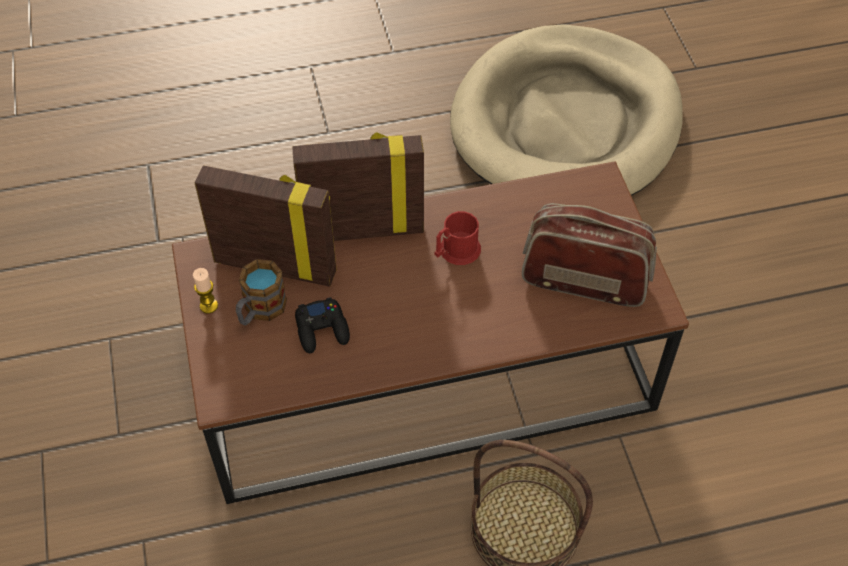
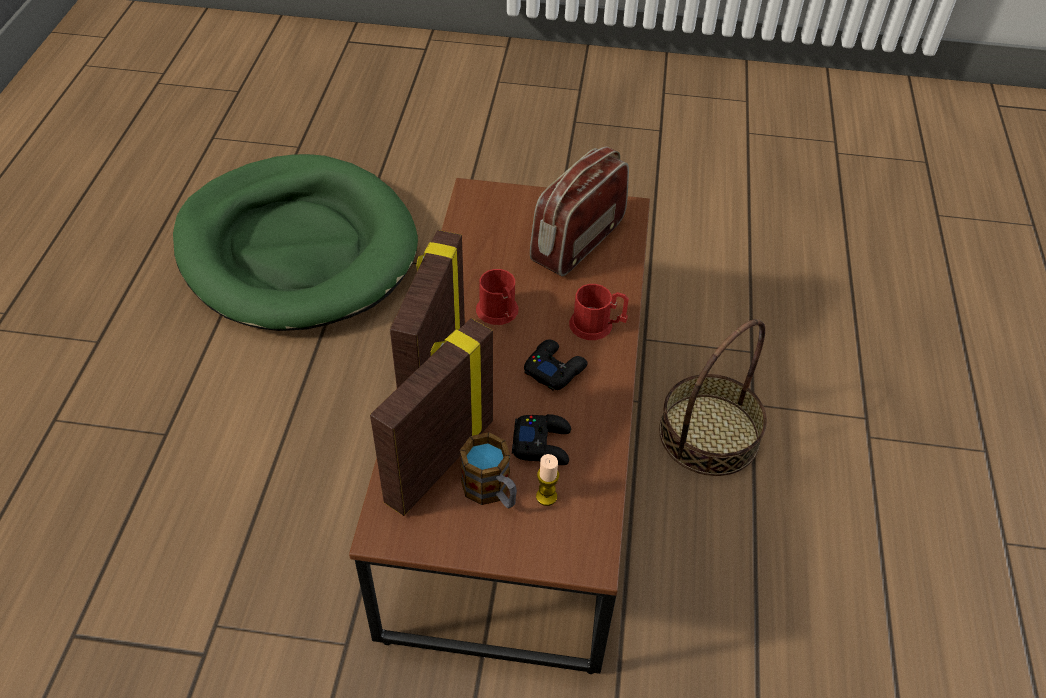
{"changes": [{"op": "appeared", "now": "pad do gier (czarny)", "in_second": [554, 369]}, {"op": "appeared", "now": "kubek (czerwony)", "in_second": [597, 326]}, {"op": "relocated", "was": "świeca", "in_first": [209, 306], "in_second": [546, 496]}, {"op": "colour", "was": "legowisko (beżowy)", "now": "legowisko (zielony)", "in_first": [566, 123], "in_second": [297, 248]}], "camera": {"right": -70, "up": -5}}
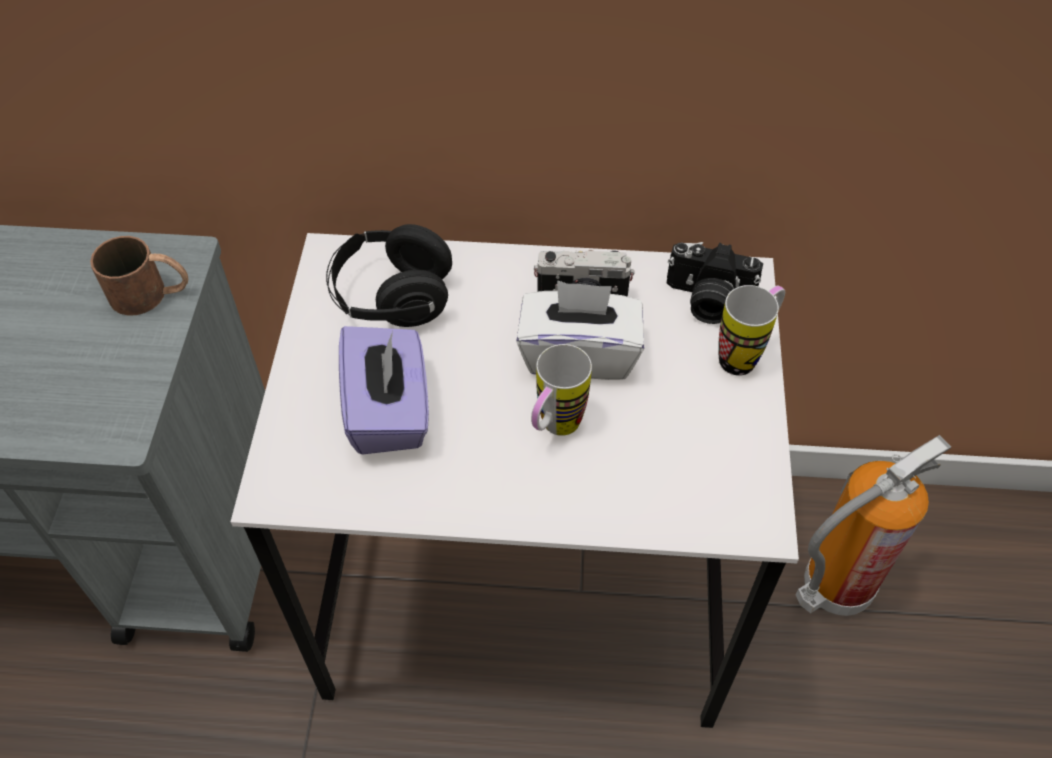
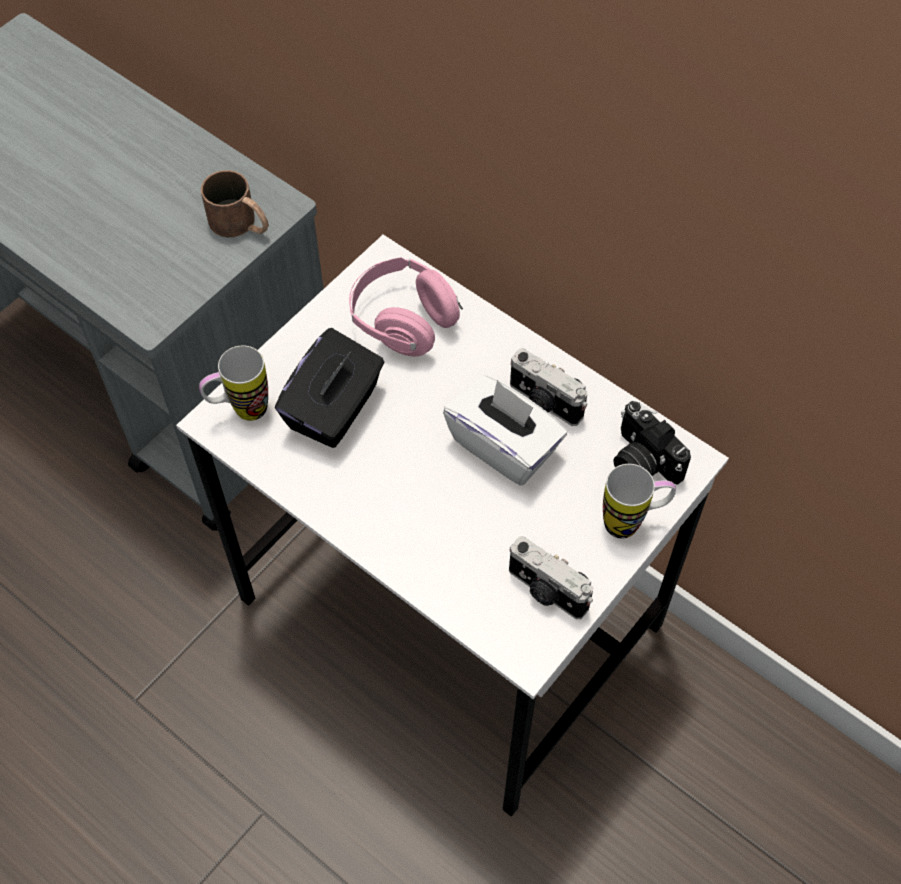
{"changes": [{"op": "missing", "was": "gaśnica", "in_first": [833, 589]}, {"op": "appeared", "now": "aparat fotograficzny", "in_second": [546, 591]}, {"op": "relocated", "was": "kubek", "in_first": [554, 429], "in_second": [240, 411]}, {"op": "colour", "was": "słuchawki (czarny)", "now": "słuchawki (różowy)", "in_first": [392, 298], "in_second": [403, 322]}, {"op": "colour", "was": "pudełko chusteczek (fioletowy)", "now": "pudełko chusteczek (czarny)", "in_first": [389, 411], "in_second": [334, 409]}], "camera": {"right": 35, "up": 5}}
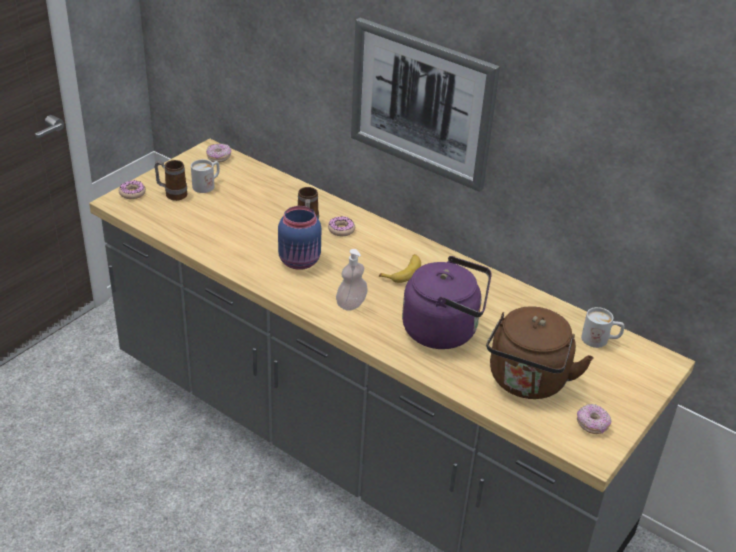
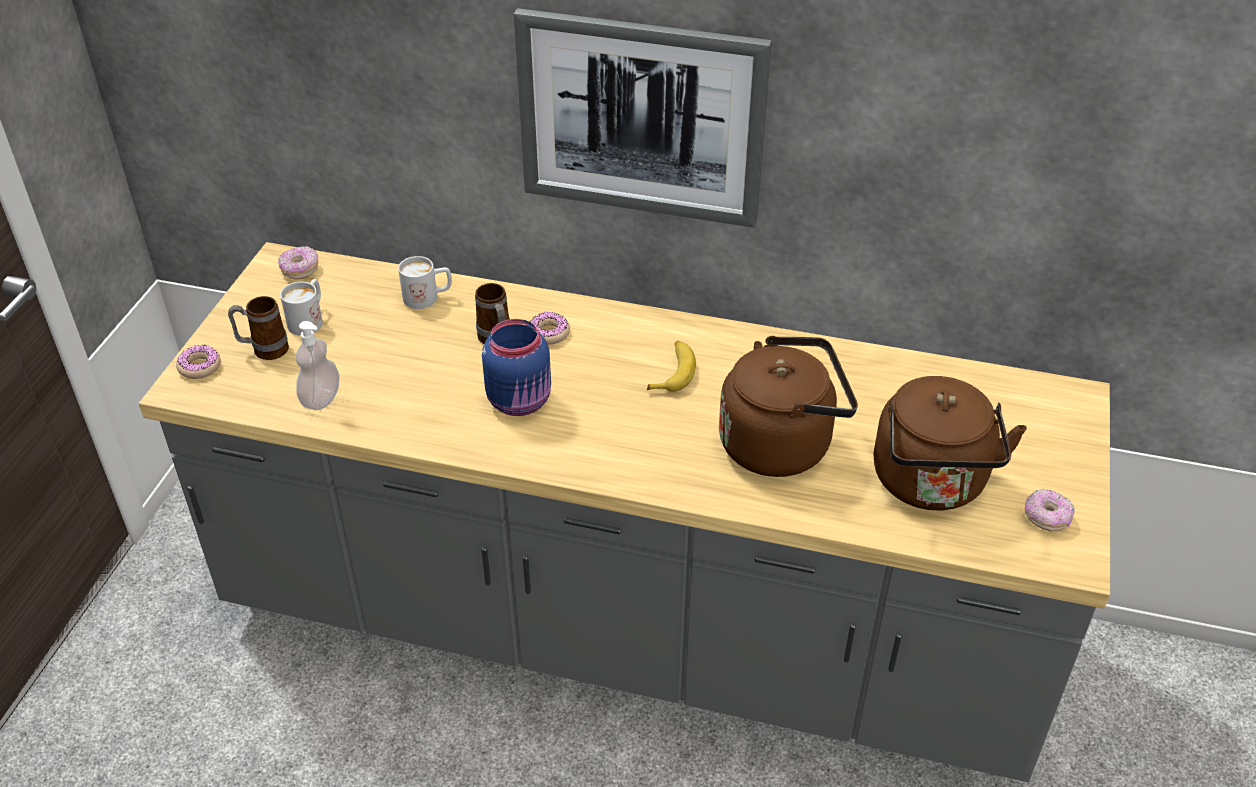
{"changes": [{"op": "relocated", "was": "dozownik mydła", "in_first": [351, 304], "in_second": [321, 399]}, {"op": "relocated", "was": "kubek (biały)", "in_first": [600, 340], "in_second": [428, 297]}, {"op": "colour", "was": "czajnik (fioletowy)", "now": "czajnik (brązowy)", "in_first": [444, 331], "in_second": [781, 444]}], "camera": {"right": -20, "up": 5}}
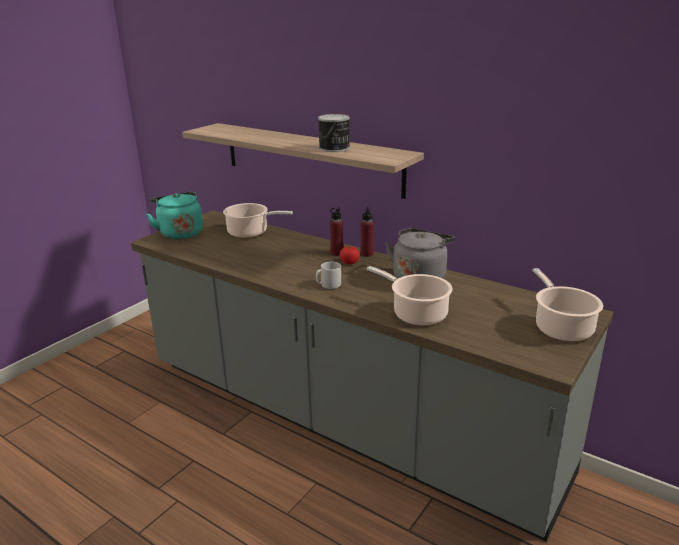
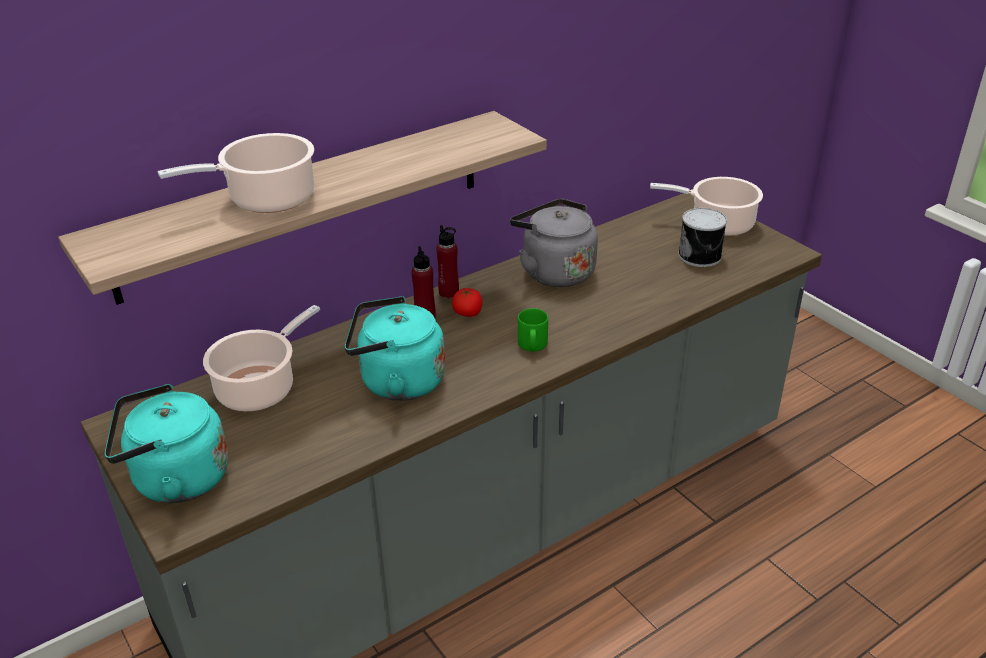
{"changes": [{"op": "appeared", "now": "czajnik (turkusowy)", "in_second": [397, 382]}, {"op": "relocated", "was": "puszka", "in_first": [334, 148], "in_second": [701, 255]}, {"op": "relocated", "was": "garnek", "in_first": [416, 313], "in_second": [266, 199]}, {"op": "colour", "was": "kubek (szary)", "now": "kubek (zielony)", "in_first": [328, 285], "in_second": [532, 345]}], "camera": {"right": -70, "up": 10}}
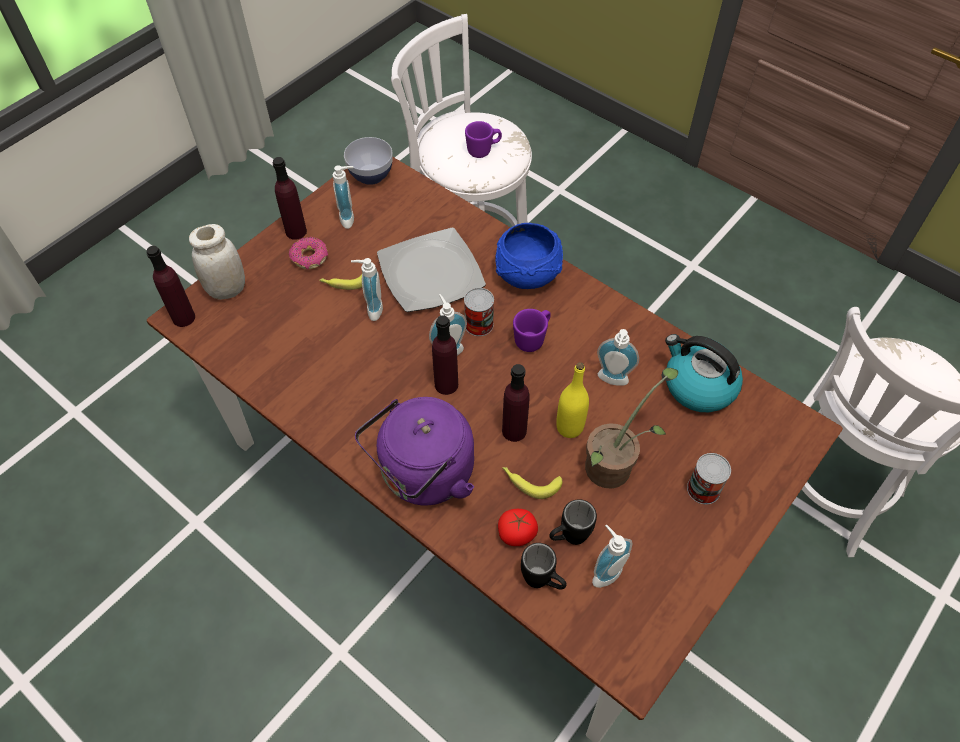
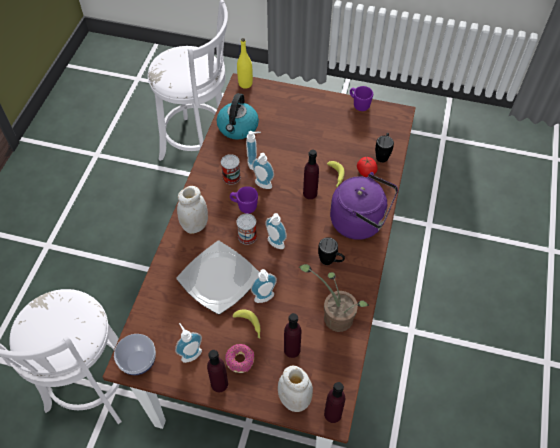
{"changes": [{"op": "relocated", "was": "butelka (fioletowy)", "in_first": [446, 384], "in_second": [292, 350]}, {"op": "relocated", "was": "kubek (fioletowy)", "in_first": [483, 150], "in_second": [359, 104]}, {"op": "relocated", "was": "kubek (czarny)", "in_first": [568, 538], "in_second": [330, 262]}, {"op": "relocated", "was": "butelka (żółty)", "in_first": [569, 427], "in_second": [245, 84]}, {"op": "relocated", "was": "roślina doniczkowa", "in_first": [614, 465], "in_second": [334, 315]}, {"op": "relocated", "was": "dozownik mydła", "in_first": [604, 571], "in_second": [262, 186]}, {"op": "relocated", "was": "puszka", "in_first": [703, 489], "in_second": [231, 177]}, {"op": "exchanged", "was": "miska (niebieski)", "now": "słoik (biały)", "in_first": [528, 274], "in_second": [195, 226]}], "camera": {"right": -115, "up": 0}}
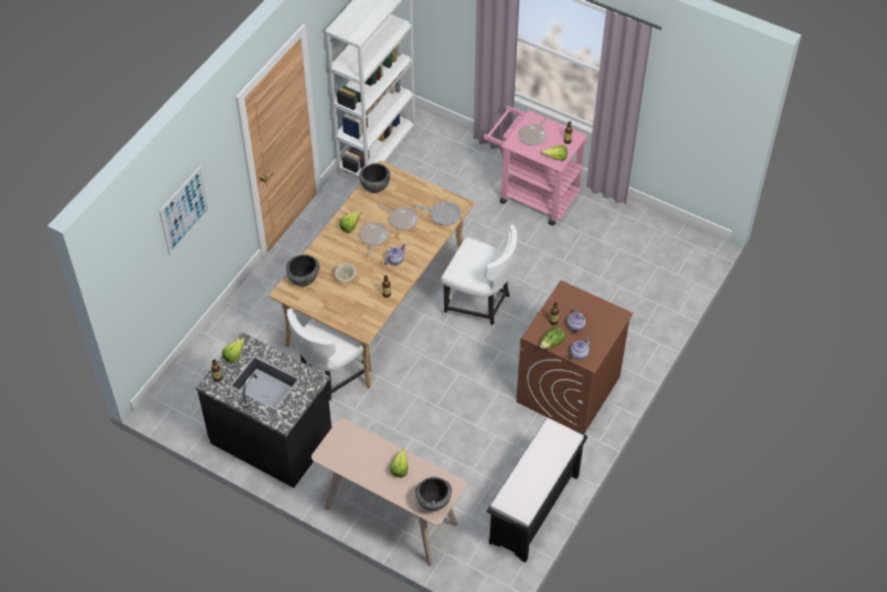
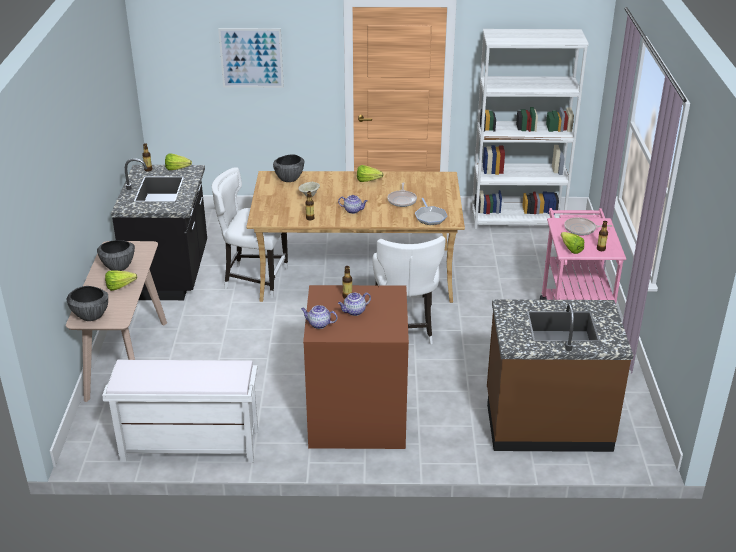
{"changes": [{"op": "missing", "was": "patelnia", "in_first": [373, 237]}, {"op": "missing", "was": "sałata", "in_first": [552, 343]}, {"op": "appeared", "now": "zabudowa kuchenna (brązowy)", "in_second": [547, 422]}, {"op": "relocated", "was": "miska", "in_first": [375, 187], "in_second": [118, 267]}, {"op": "colour", "was": "ławka (czarny)", "now": "ławka (biały)", "in_first": [534, 510], "in_second": [189, 446]}], "camera": {"right": 60, "up": -20}}
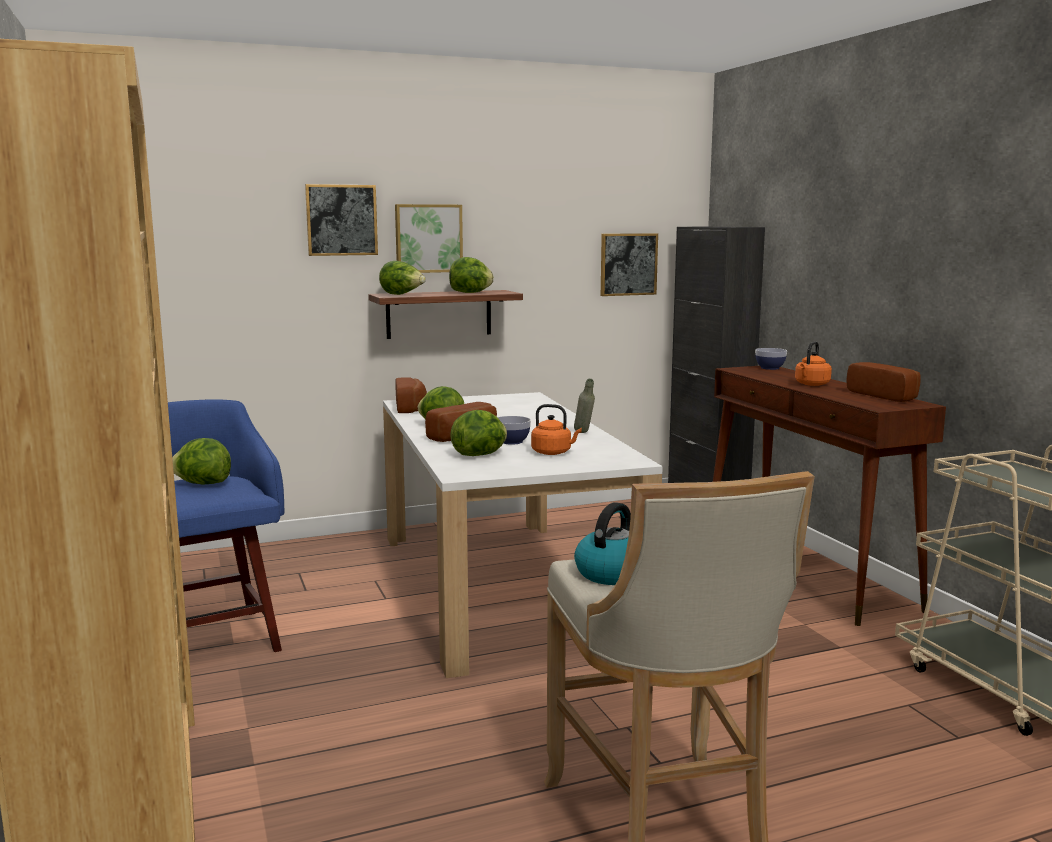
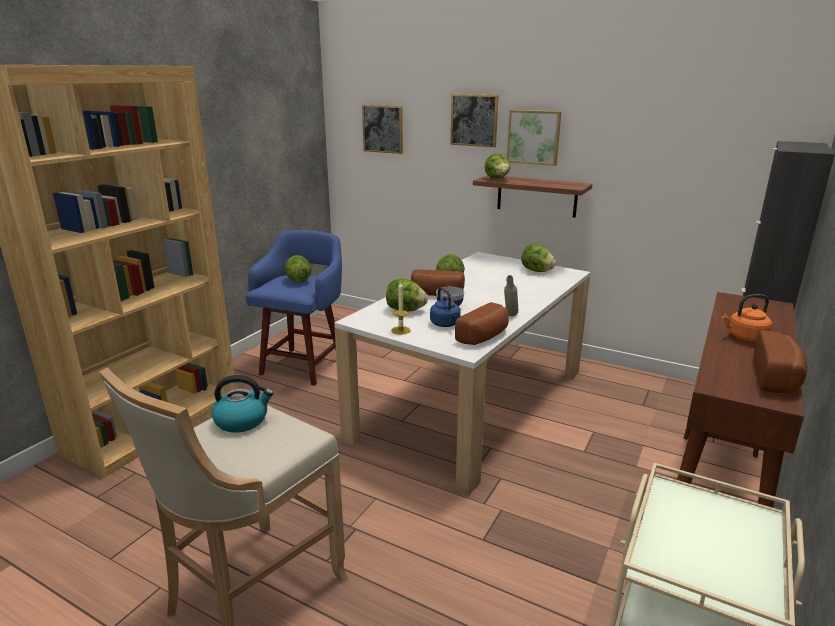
{"changes": [{"op": "missing", "was": "miska", "in_first": [770, 368]}, {"op": "appeared", "now": "świeca", "in_second": [400, 330]}, {"op": "relocated", "was": "chleb", "in_first": [411, 407], "in_second": [485, 336]}, {"op": "relocated", "was": "sałata", "in_first": [470, 292], "in_second": [537, 271]}, {"op": "relocated", "was": "obraz", "in_first": [628, 264], "in_second": [383, 129]}, {"op": "colour", "was": "czajnik (pomarańczowy)", "now": "czajnik (niebieski)", "in_first": [553, 452], "in_second": [445, 324]}], "camera": {"right": 50, "up": 10}}
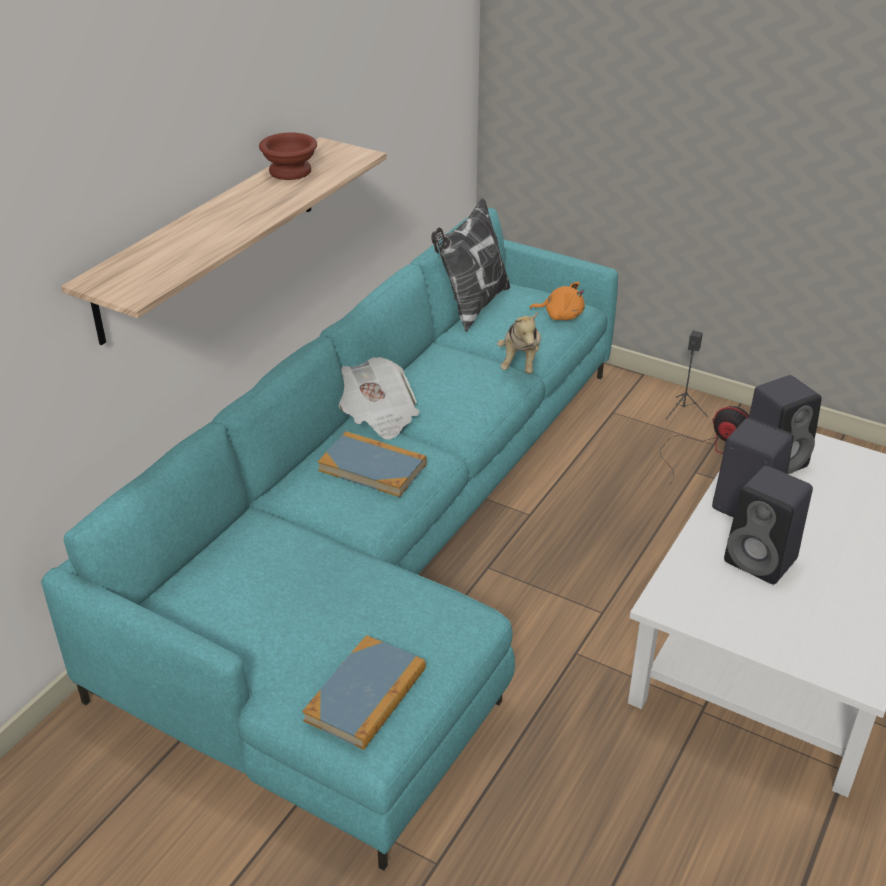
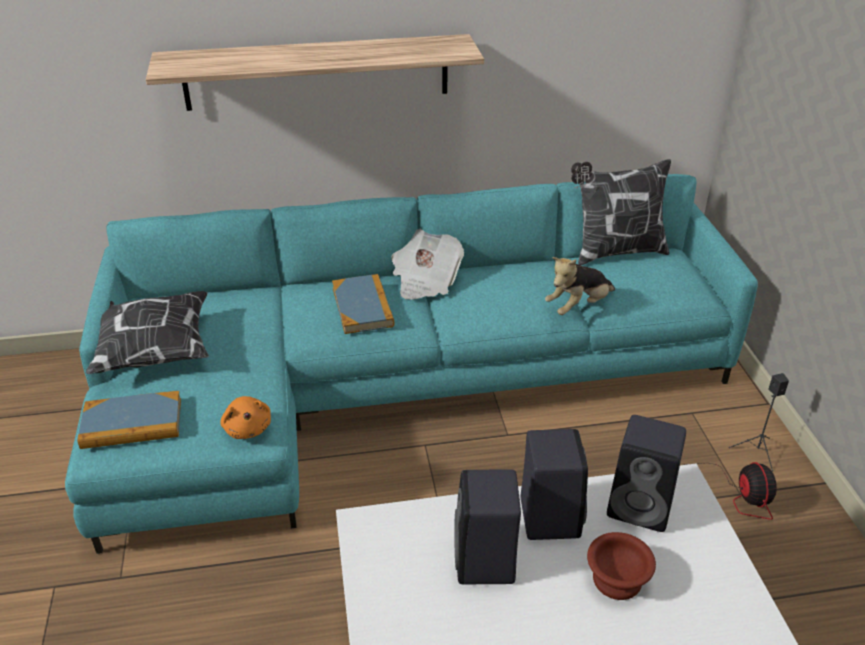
{"changes": [{"op": "appeared", "now": "poduszka", "in_second": [152, 351]}, {"op": "relocated", "was": "miska (brązowy)", "in_first": [290, 171], "in_second": [617, 578]}, {"op": "relocated", "was": "pluszak (pomarańczowy)", "in_first": [561, 315], "in_second": [247, 428]}], "camera": {"right": 50, "up": 0}}
